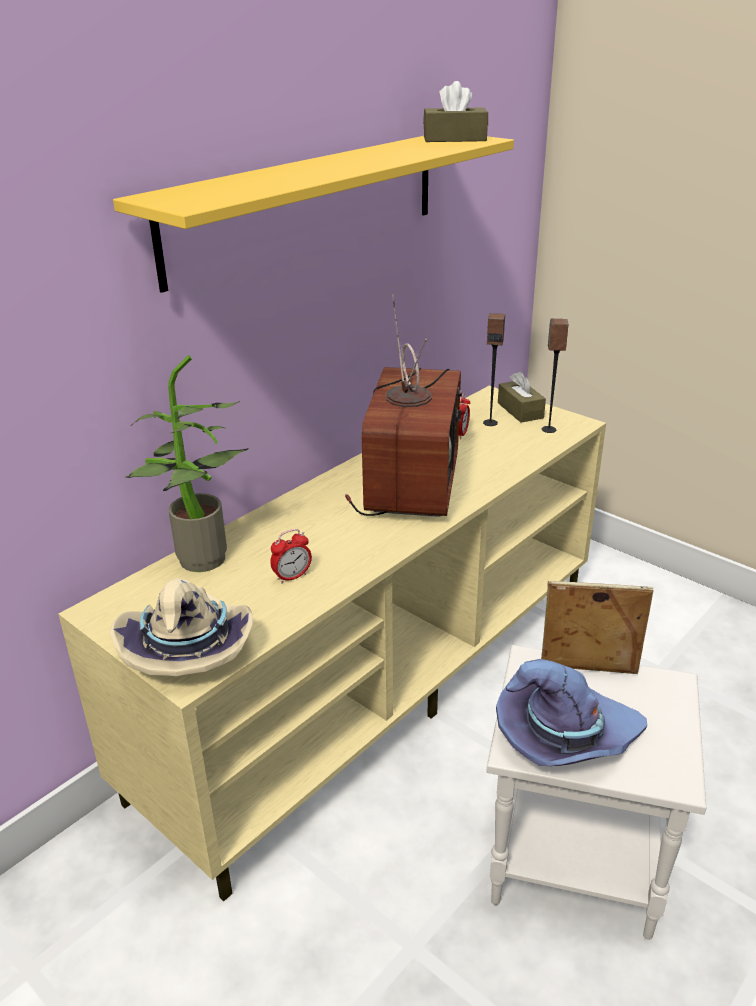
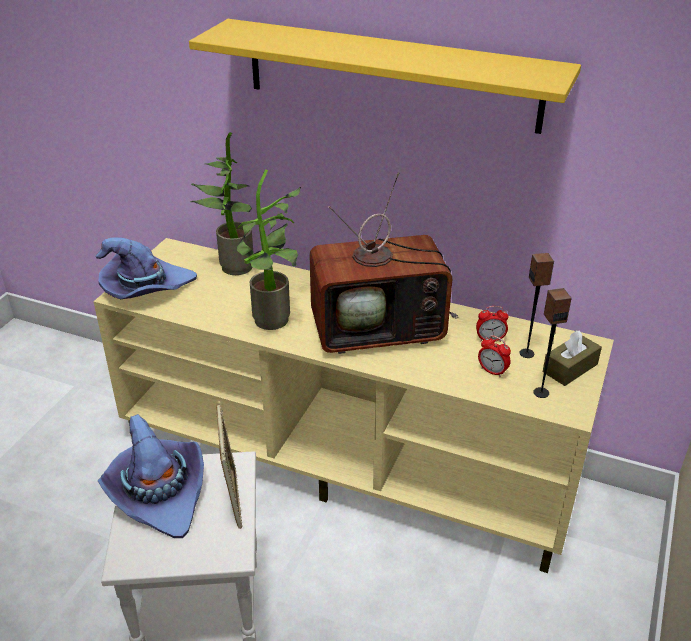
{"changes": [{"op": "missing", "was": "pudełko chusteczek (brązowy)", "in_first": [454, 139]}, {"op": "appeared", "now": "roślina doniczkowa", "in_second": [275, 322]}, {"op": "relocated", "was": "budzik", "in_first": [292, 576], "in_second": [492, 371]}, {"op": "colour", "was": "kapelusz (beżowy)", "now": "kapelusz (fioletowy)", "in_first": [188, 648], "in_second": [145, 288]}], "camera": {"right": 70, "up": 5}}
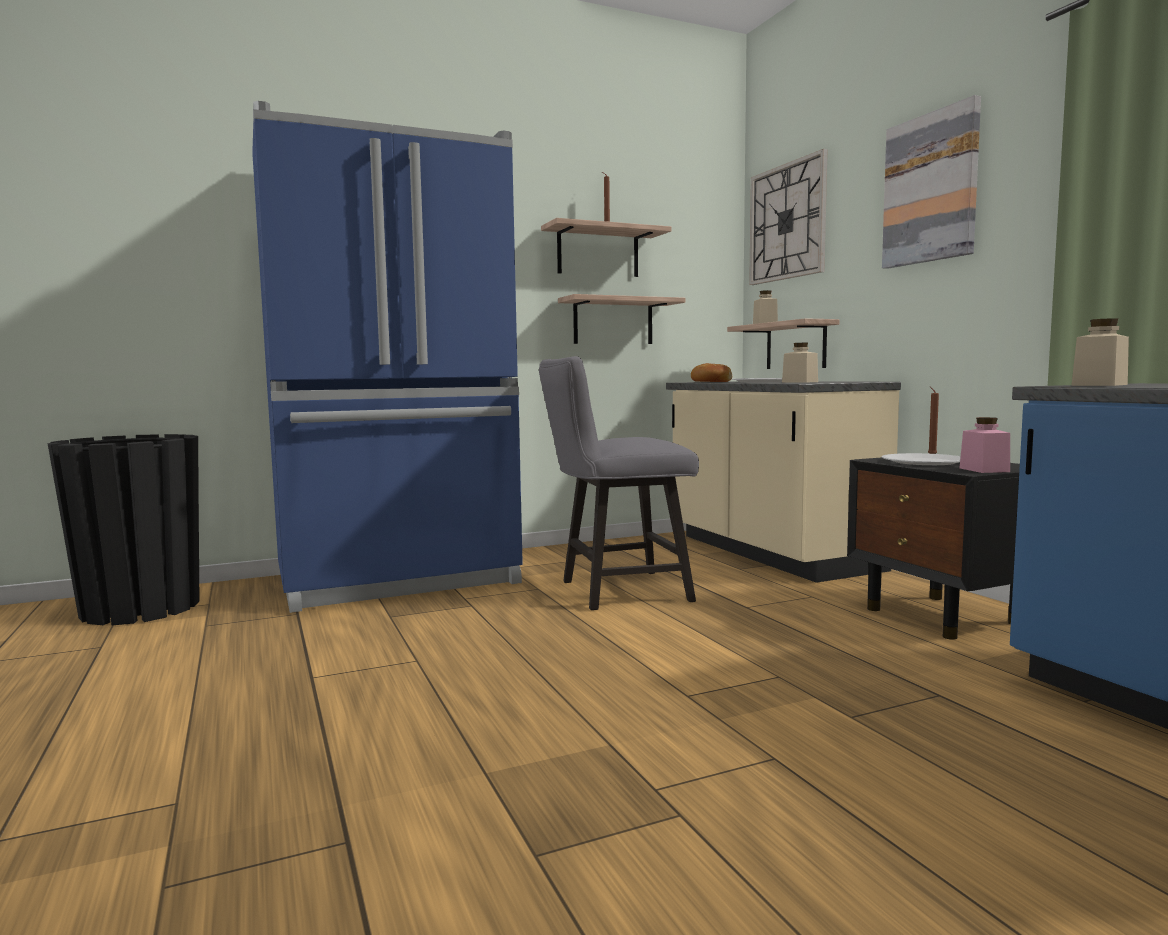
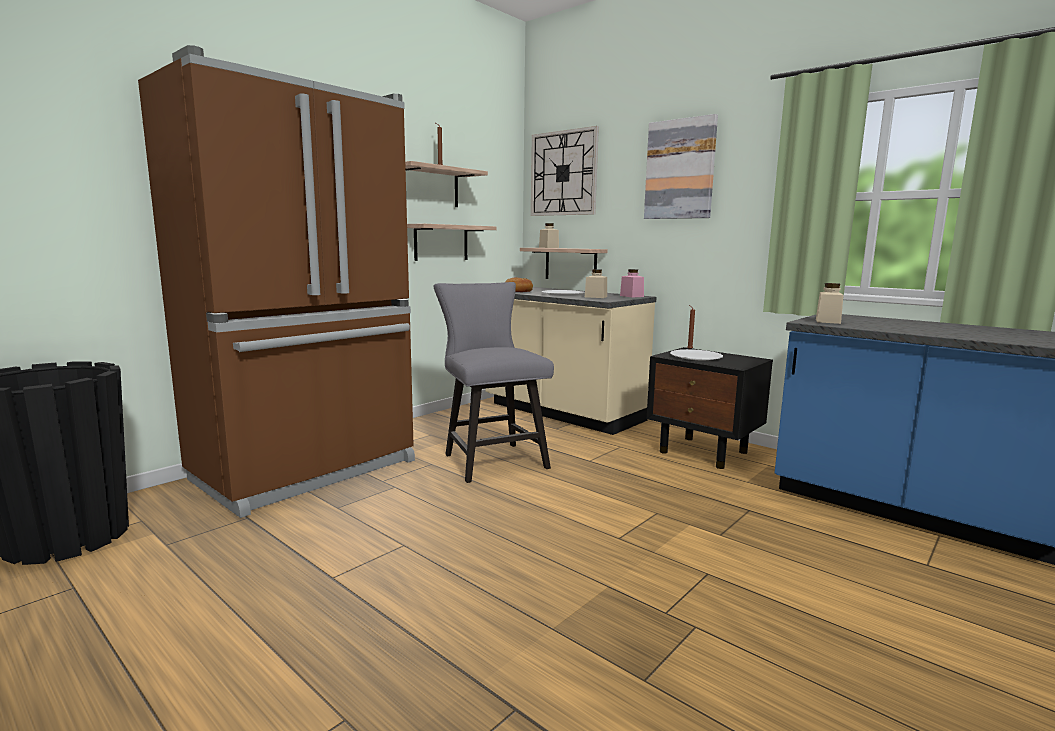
{"changes": [{"op": "relocated", "was": "słoik (różowy)", "in_first": [984, 470], "in_second": [631, 296]}, {"op": "colour", "was": "lodówka (niebieski)", "now": "lodówka (brązowy)", "in_first": [401, 581], "in_second": [309, 471]}, {"op": "spun", "was": "krzesło (szary)", "in_first": [615, 591], "in_second": [491, 459], "clockwise": 105}], "camera": {"right": -25, "up": 5}}
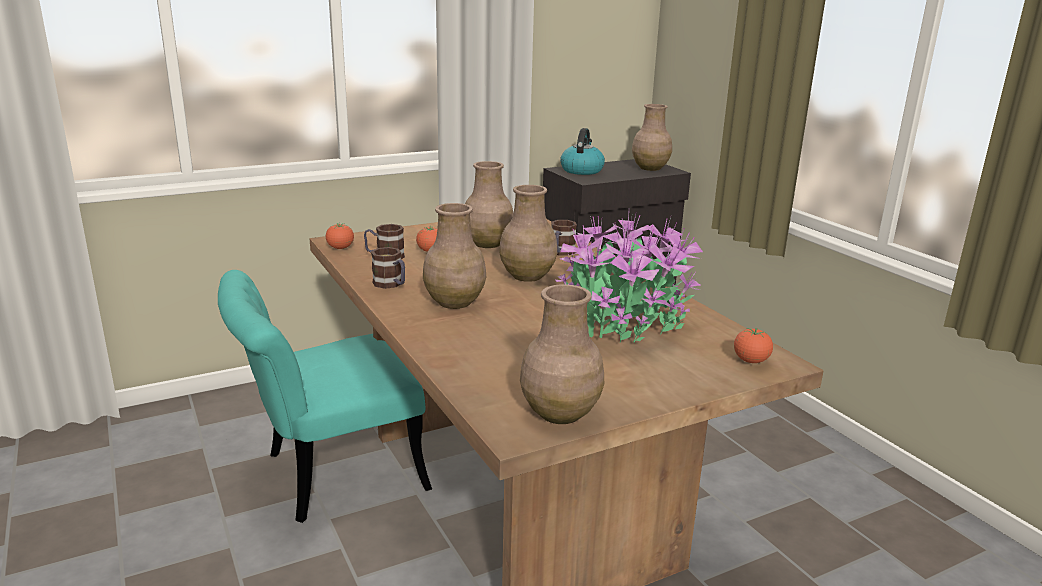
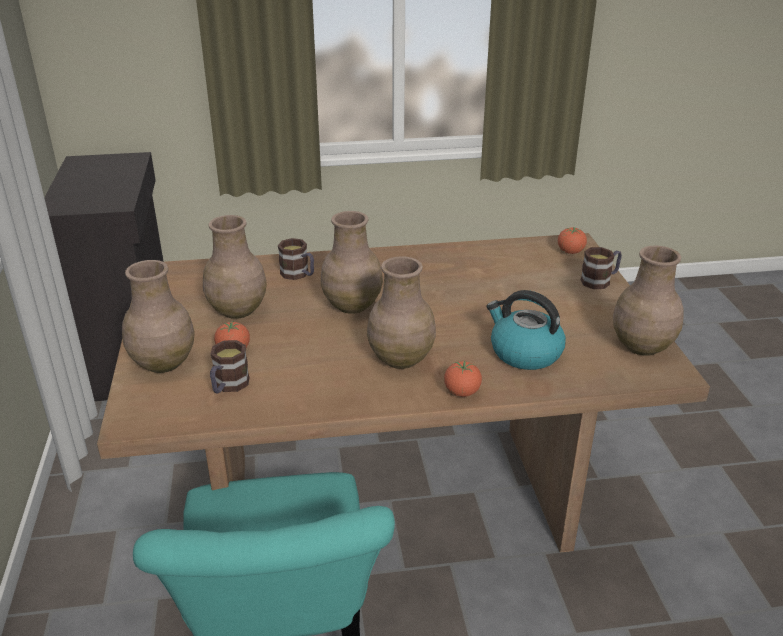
{"changes": [{"op": "missing", "was": "roślina doniczkowa", "in_first": [621, 321]}, {"op": "relocated", "was": "pomidor", "in_first": [340, 248], "in_second": [462, 392]}, {"op": "relocated", "was": "kubek", "in_first": [391, 284], "in_second": [600, 280]}, {"op": "relocated", "was": "czajnik", "in_first": [581, 170], "in_second": [524, 353]}, {"op": "relocated", "was": "wazon (brązowy)", "in_first": [649, 168], "in_second": [162, 363]}], "camera": {"right": -70, "up": 10}}
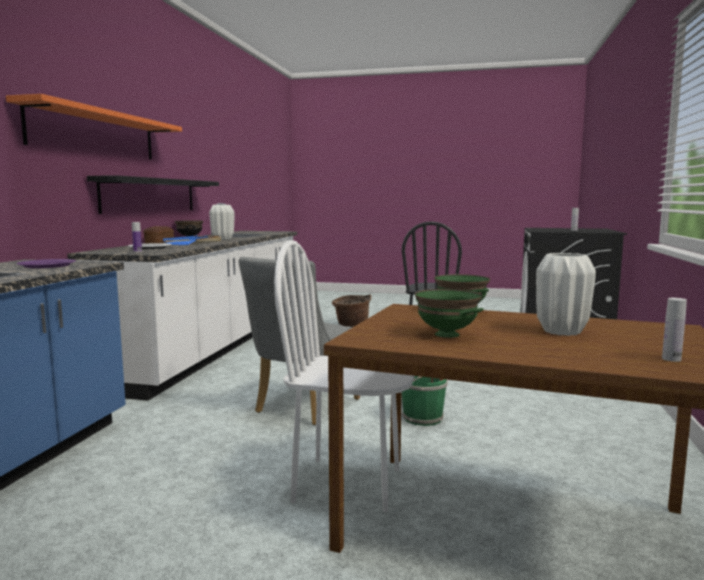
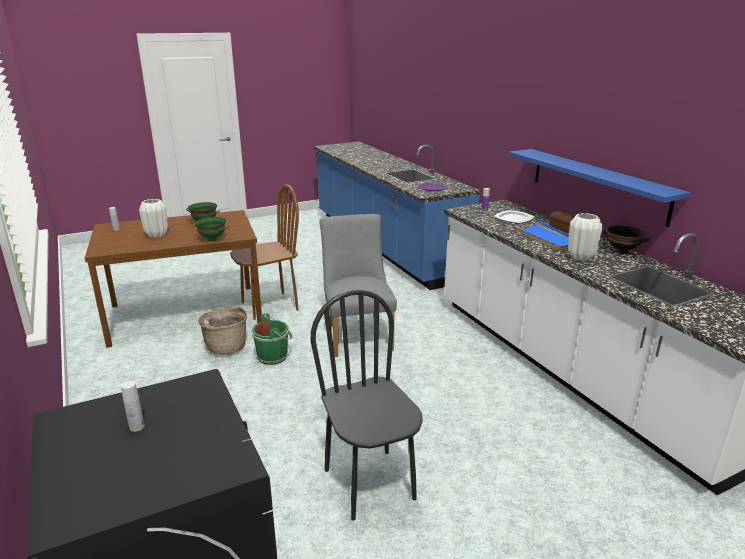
{"changes": [{"op": "missing", "was": "półka (pomarańczowy)", "in_first": [95, 134]}, {"op": "relocated", "was": "koszyk", "in_first": [351, 326], "in_second": [226, 347]}, {"op": "colour", "was": "półka (czarny)", "now": "półka (niebieski)", "in_first": [150, 195], "in_second": [597, 184]}, {"op": "colour", "was": "krzesło (biały)", "now": "krzesło (brązowy)", "in_first": [348, 484], "in_second": [269, 306]}], "camera": {"right": 140, "up": 15}}
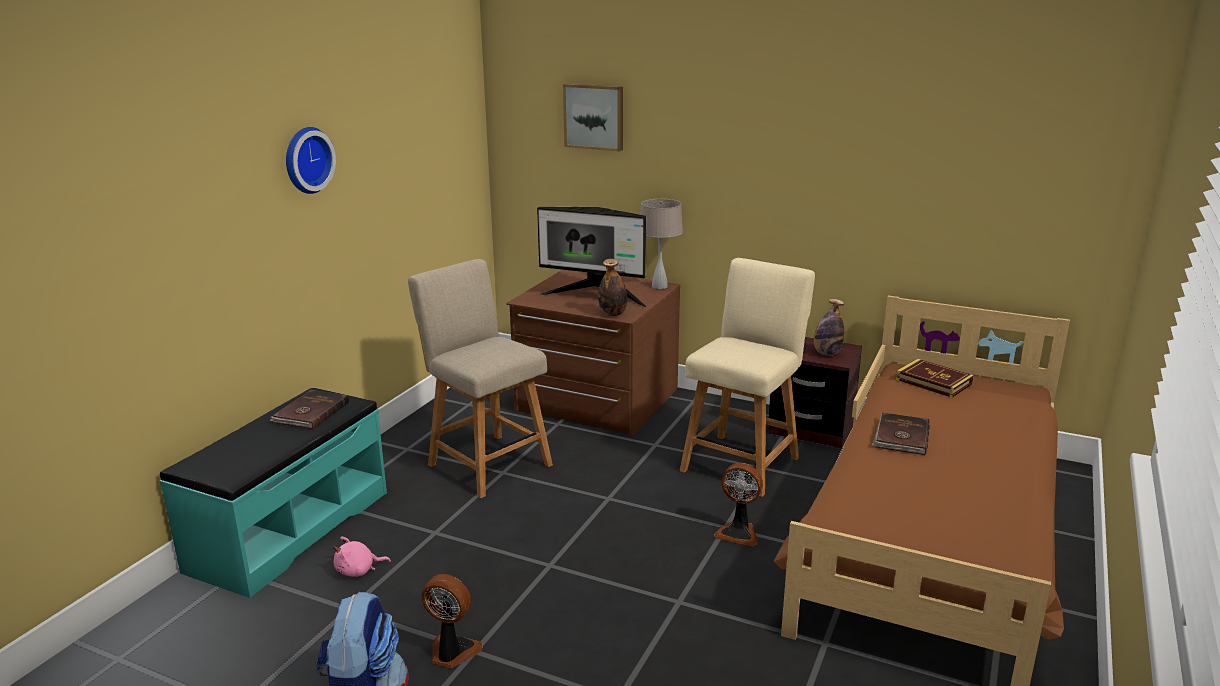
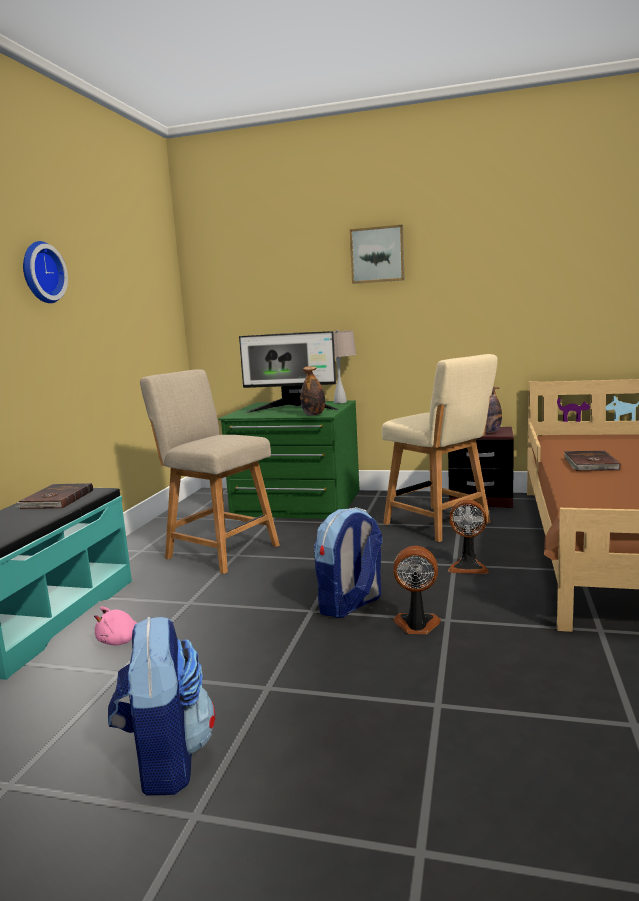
{"changes": [{"op": "missing", "was": "książka", "in_first": [933, 382]}, {"op": "appeared", "now": "plecak", "in_second": [350, 605]}, {"op": "relocated", "was": "wentylator", "in_first": [452, 652], "in_second": [416, 625]}, {"op": "relocated", "was": "obraz", "in_first": [594, 116], "in_second": [377, 255]}, {"op": "colour", "was": "komoda (brązowy)", "now": "komoda (zielony)", "in_first": [596, 400], "in_second": [297, 504]}, {"op": "spun", "was": "krzesło (beżowy)", "in_first": [742, 462], "in_second": [440, 524], "clockwise": 120}], "camera": {"right": -10, "up": -10}}
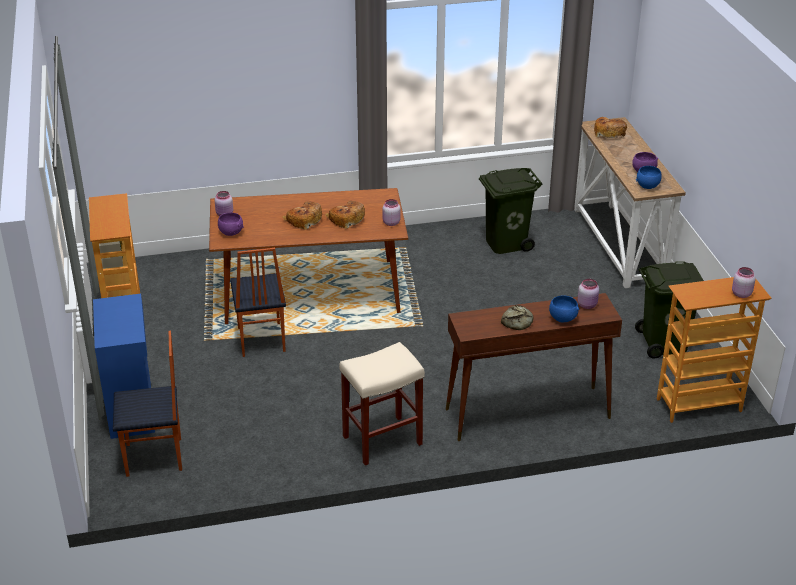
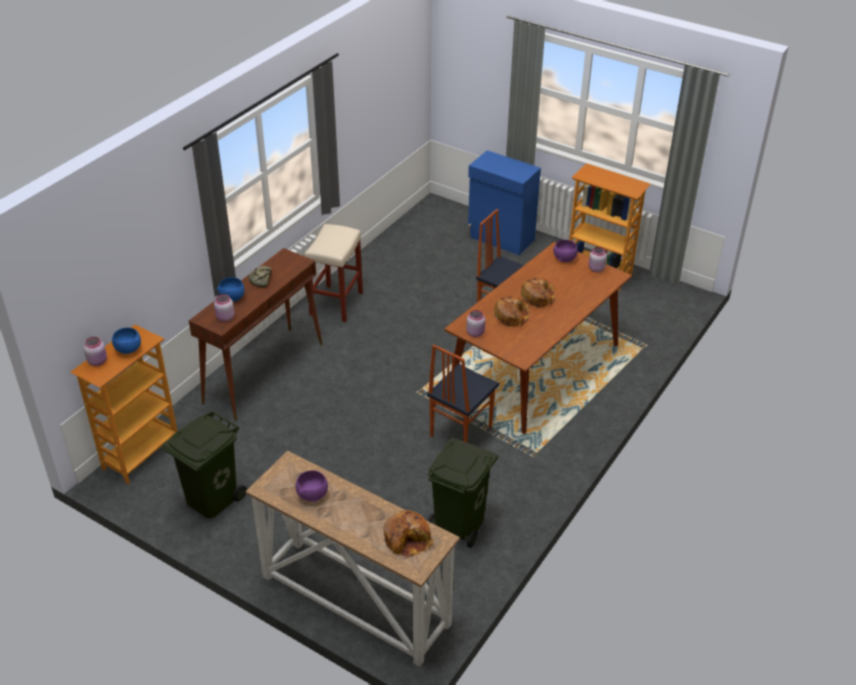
{"changes": [{"op": "relocated", "was": "krzesło", "in_first": [155, 458], "in_second": [459, 431]}, {"op": "relocated", "was": "miska (niebieski)", "in_first": [648, 186], "in_second": [128, 349]}], "camera": {"right": 135, "up": 5}}
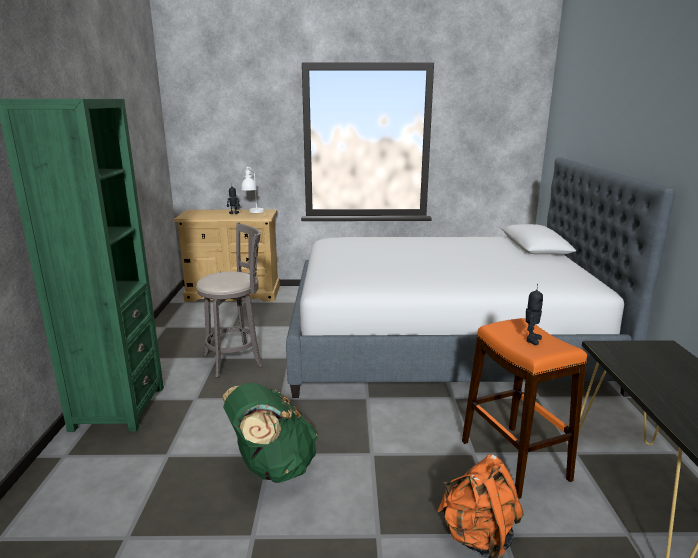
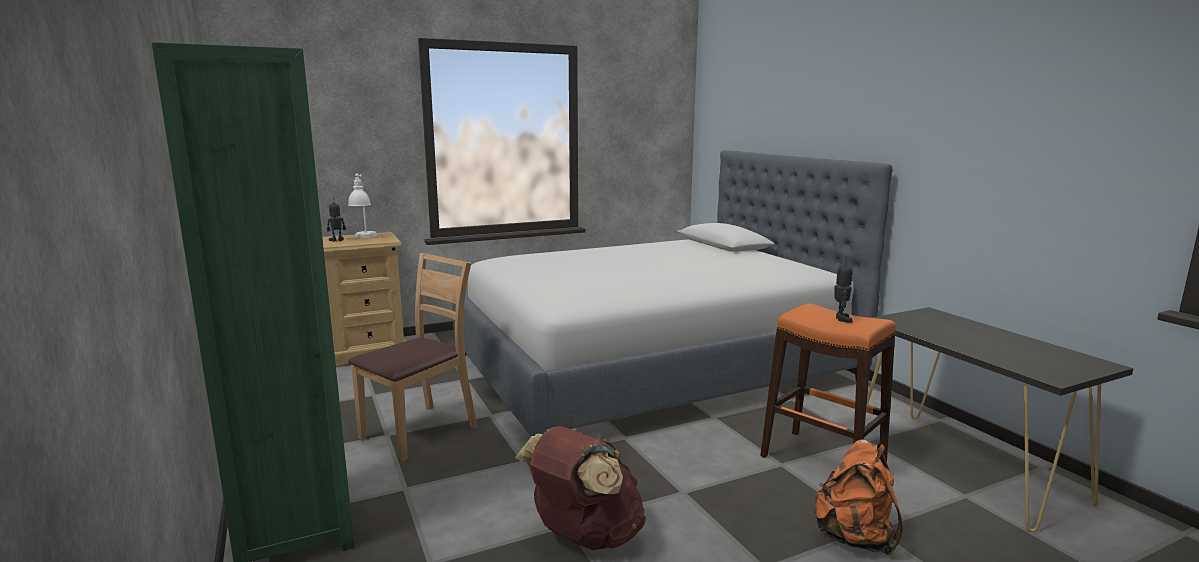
{"changes": [{"op": "exchanged", "was": "stołek (szary)", "now": "krzesło (brązowy)", "in_first": [236, 360], "in_second": [420, 431]}, {"op": "colour", "was": "plecak (zielony)", "now": "plecak (brązowy)", "in_first": [272, 467], "in_second": [584, 537]}], "camera": {"right": -25, "up": -5}}
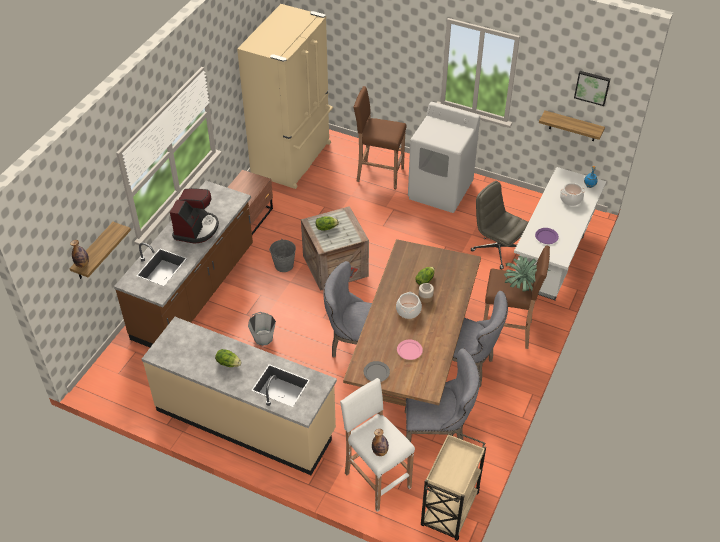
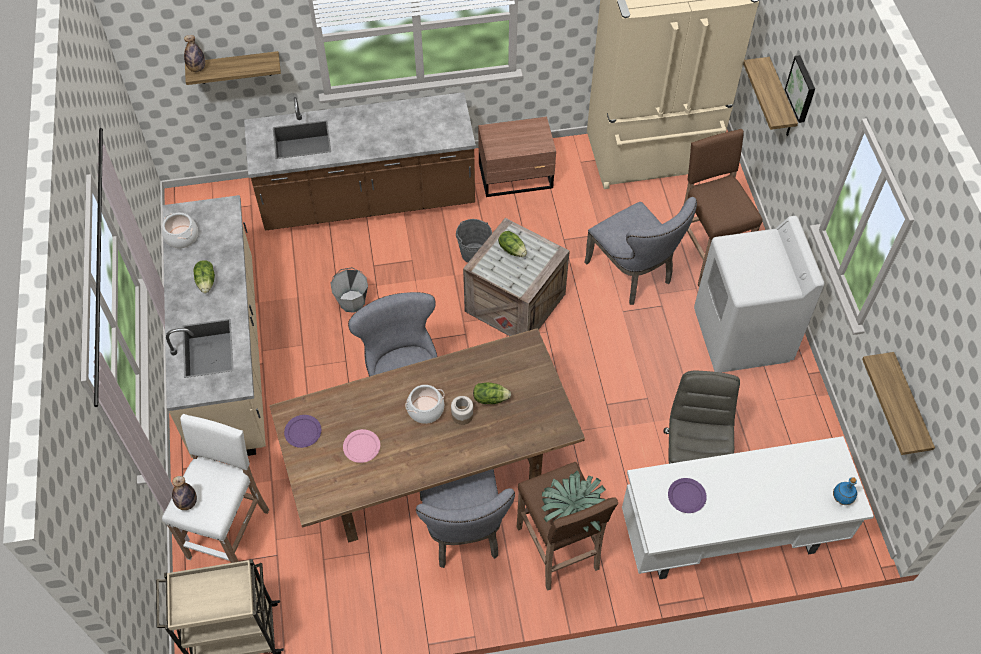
{"changes": [{"op": "missing", "was": "ekspres do kawy", "in_first": [196, 229]}, {"op": "appeared", "now": "półka", "in_second": [780, 100]}, {"op": "relocated", "was": "krzesło (szary)", "in_first": [437, 432], "in_second": [633, 274]}, {"op": "relocated", "was": "garnek", "in_first": [570, 199], "in_second": [181, 237]}, {"op": "relocated", "was": "obraz", "in_first": [592, 87], "in_second": [802, 88]}, {"op": "colour", "was": "talerz (szary)", "now": "talerz (fioletowy)", "in_first": [376, 372], "in_second": [303, 432]}], "camera": {"right": 55, "up": 10}}
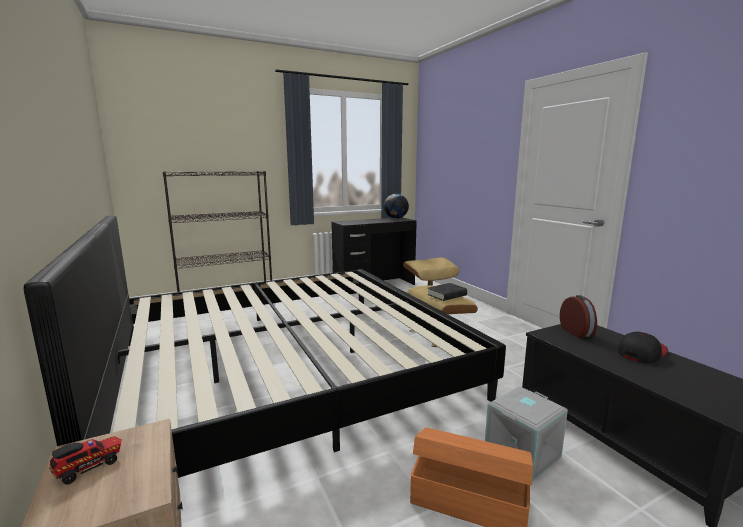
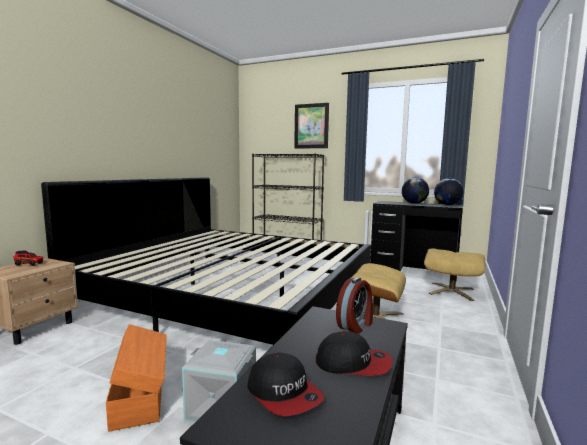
{"changes": [{"op": "missing", "was": "książka (czarny)", "in_first": [447, 295]}, {"op": "appeared", "now": "czapka z daszkiem", "in_second": [284, 393]}, {"op": "appeared", "now": "obraz", "in_second": [311, 126]}, {"op": "appeared", "now": "globus", "in_second": [414, 203]}], "camera": {"right": 50, "up": -5}}
